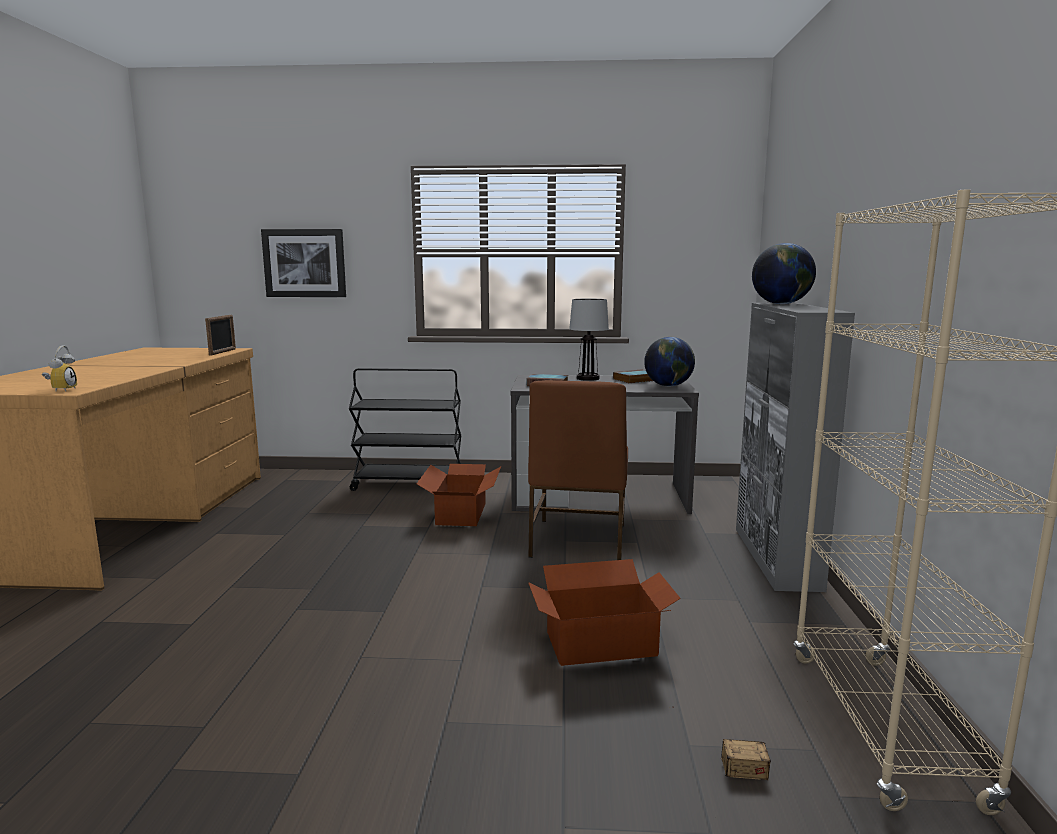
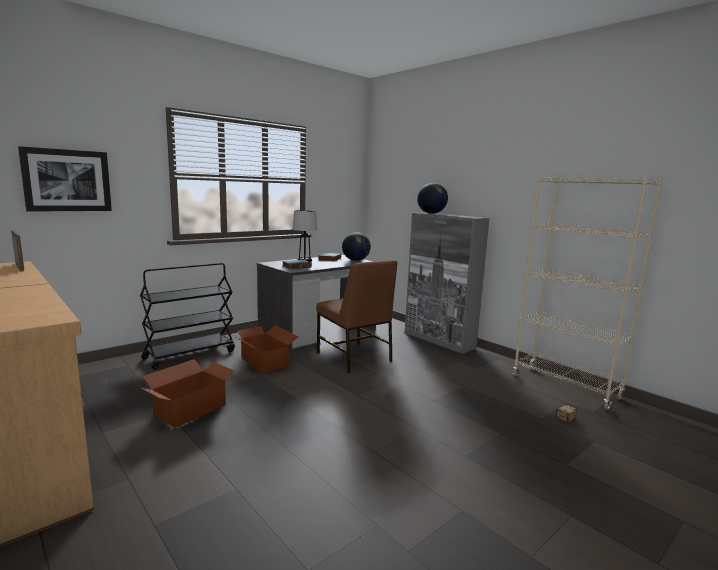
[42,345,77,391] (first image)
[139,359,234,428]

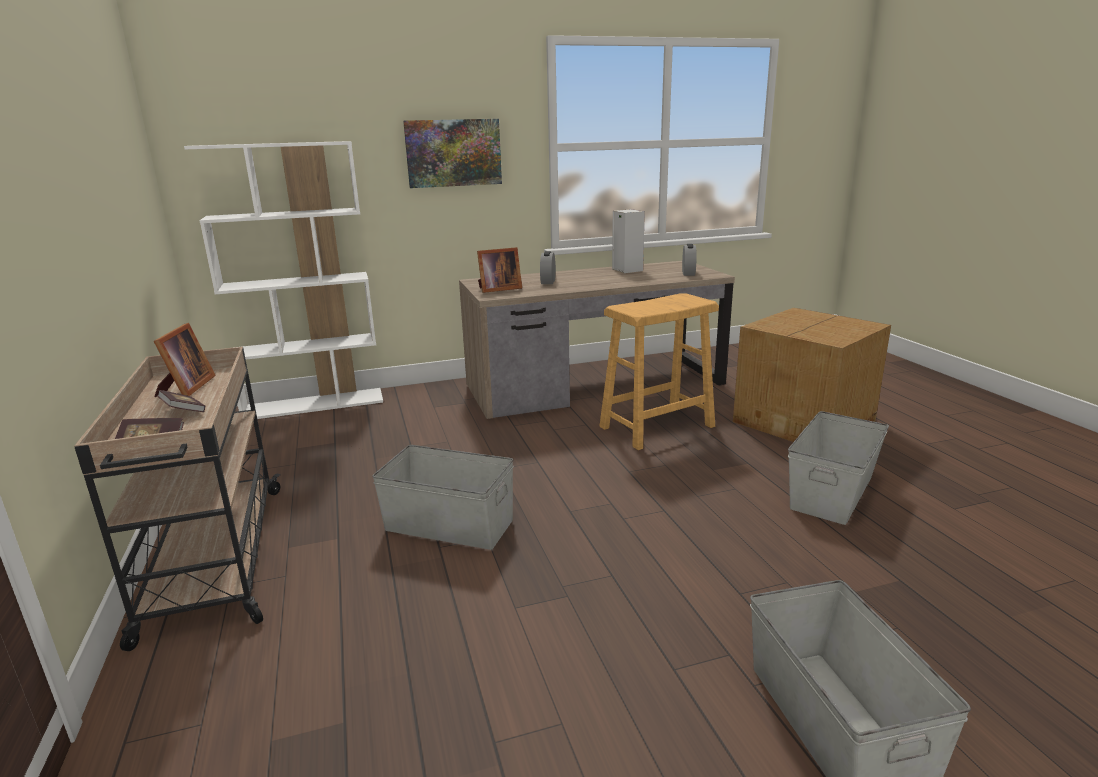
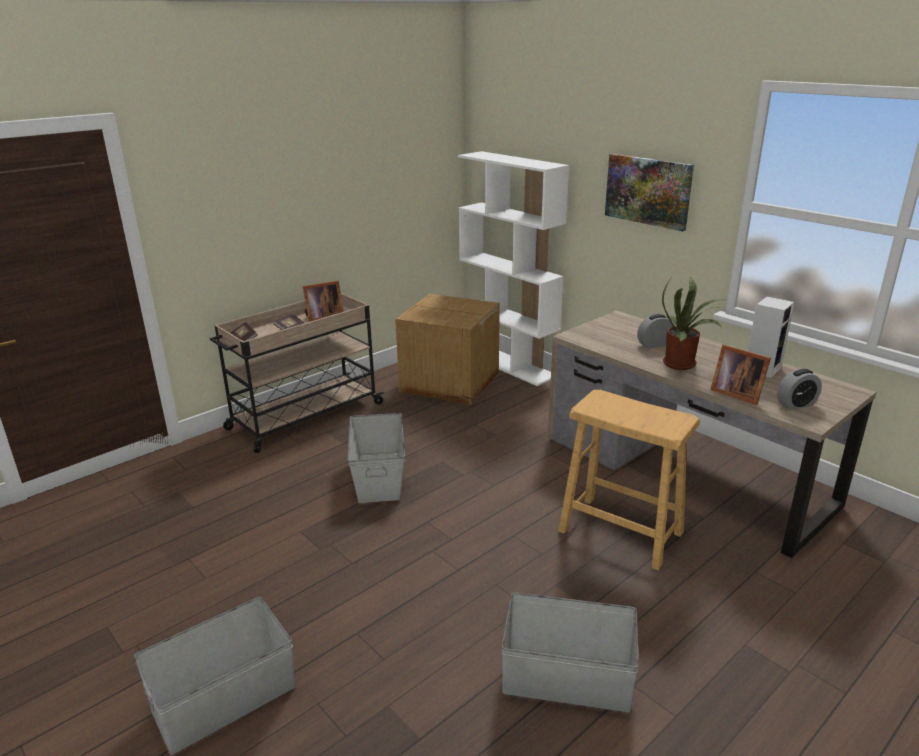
[710,345,771,405]
[395,294,500,405]
[662,276,723,370]

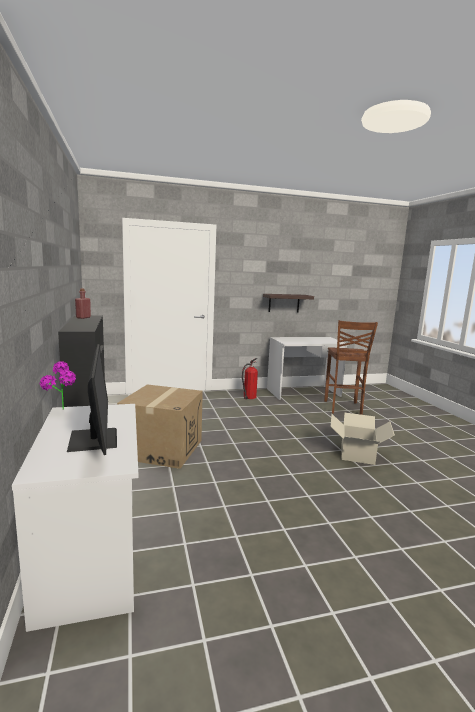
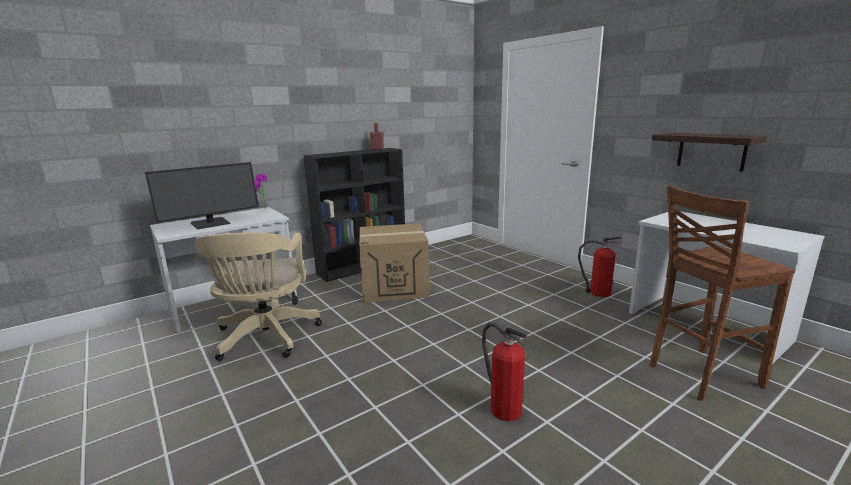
[482,322,527,421]
[195,233,322,361]

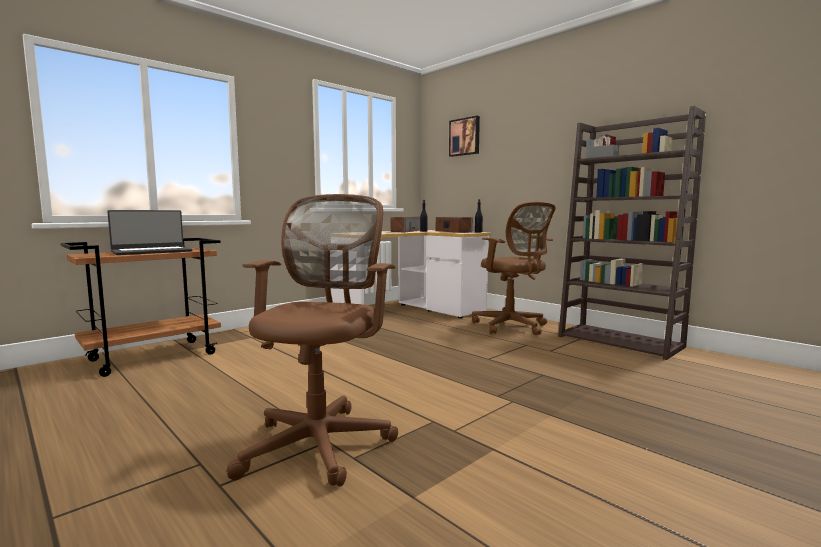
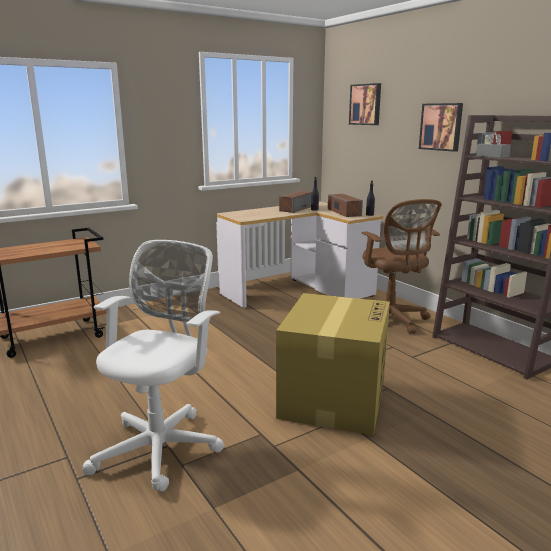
[82,240,224,491]
[107,210,192,255] (first image)
[419,103,463,152]
[276,293,390,435]

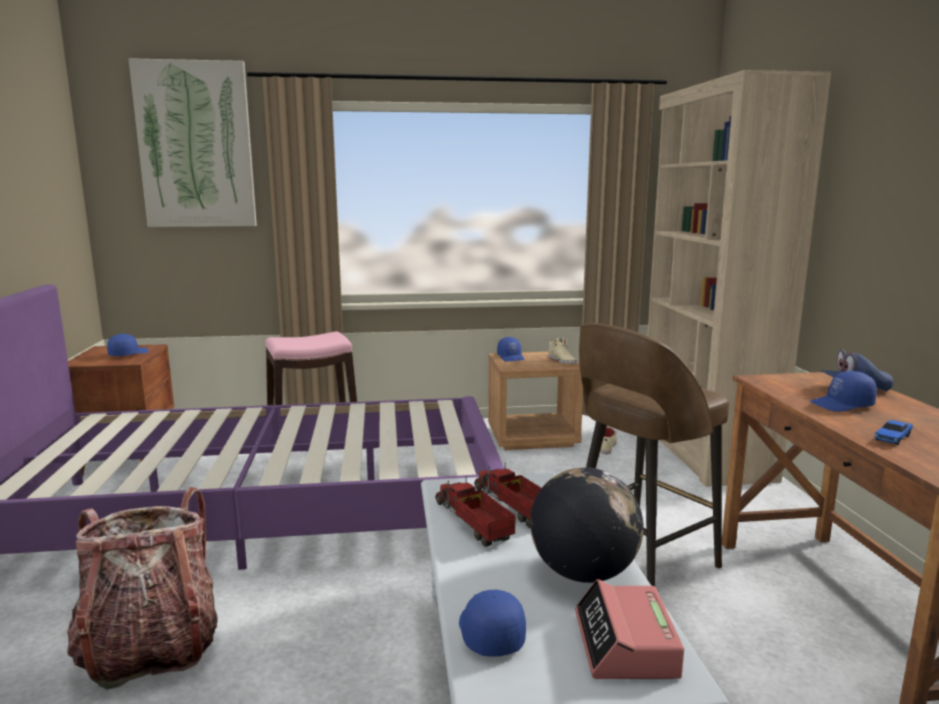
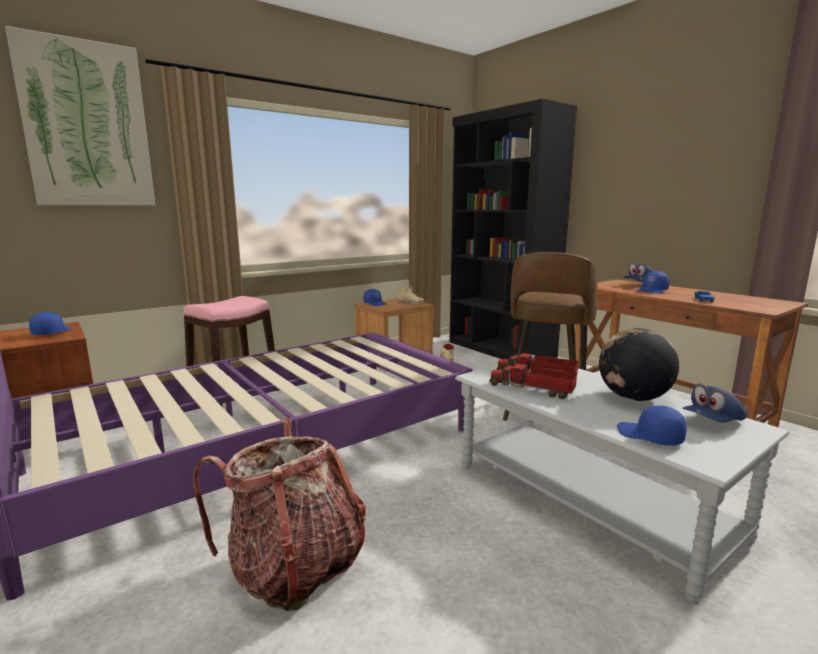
[450,99,577,359]
[682,383,747,422]

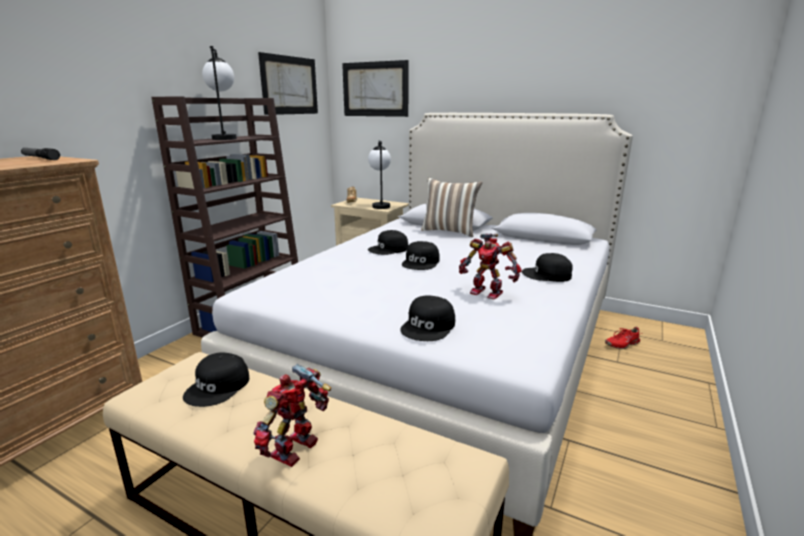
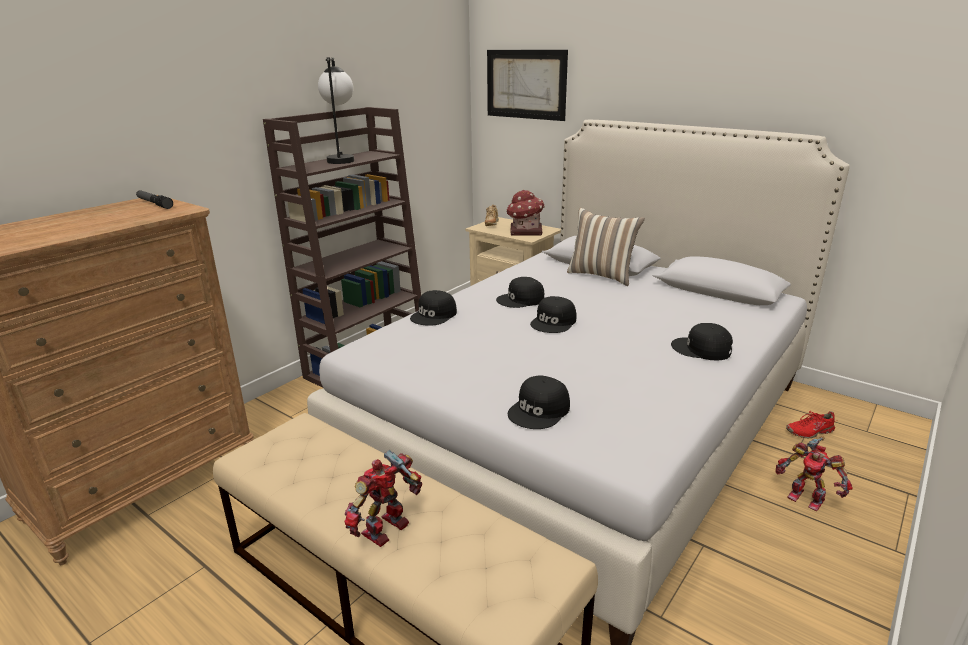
[258,52,318,115] (first image)
[506,190,545,236]
[775,436,853,511]
[410,290,457,326]

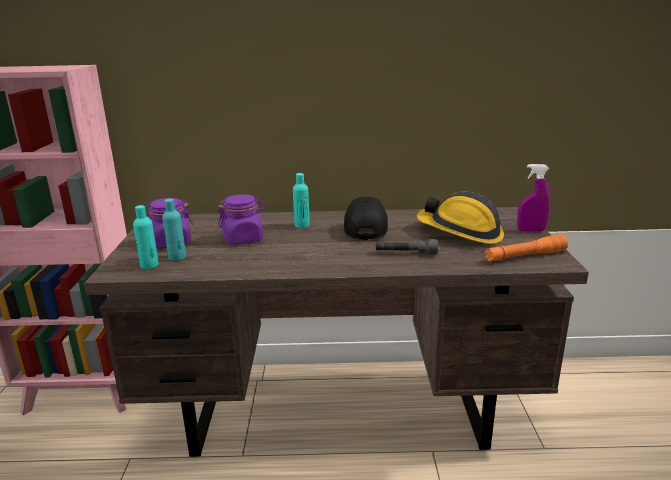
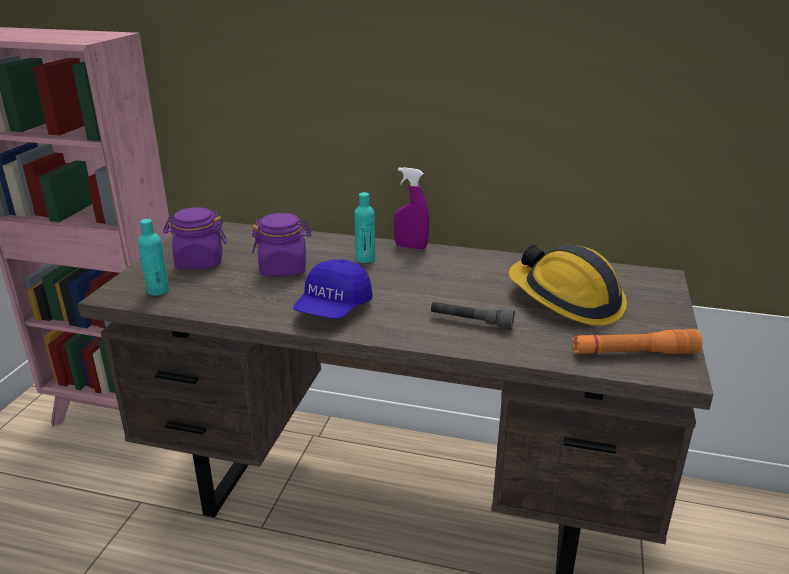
[394,167,429,250]
[344,197,388,240] (first image)
[162,199,186,261] (first image)
[293,259,373,319]

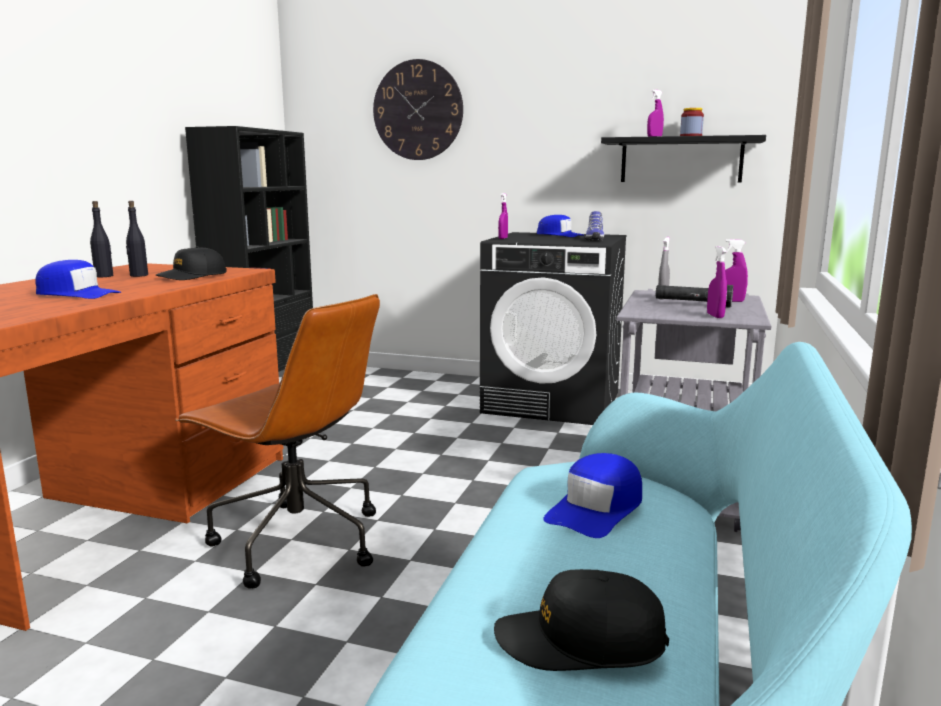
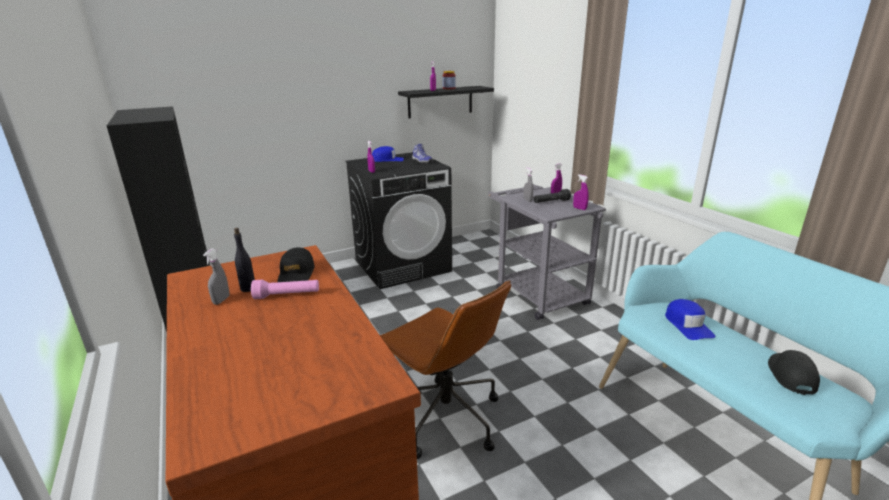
[373,59,463,160] (first image)
[203,249,229,305]
[35,260,121,299] (first image)
[380,280,511,459]
[768,350,820,395]
[251,280,319,299]

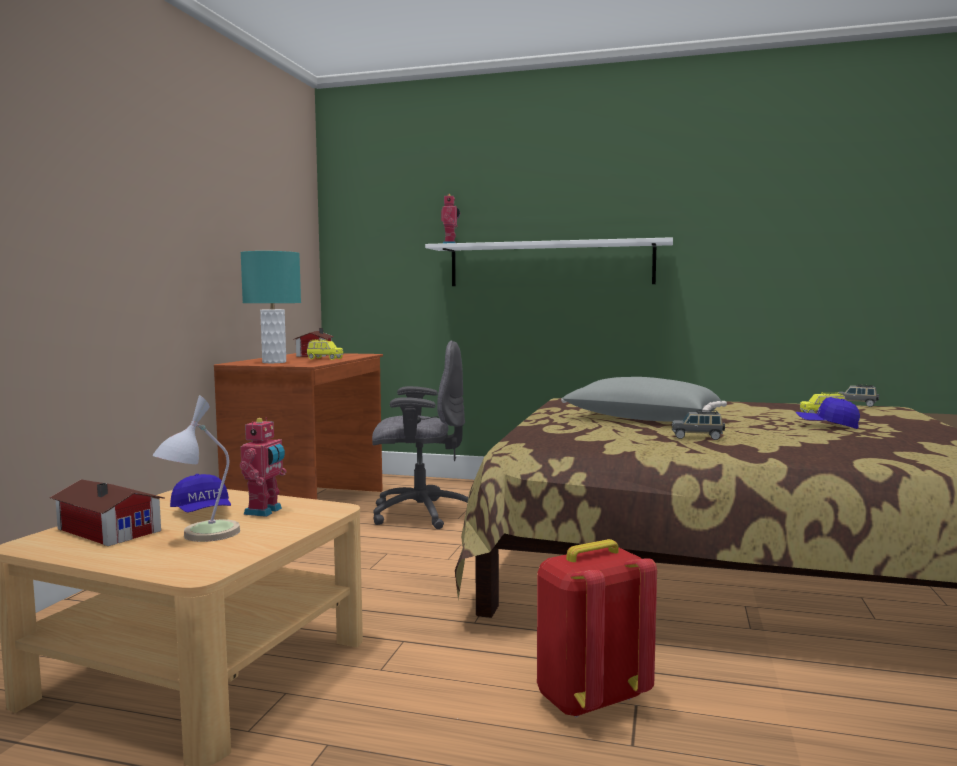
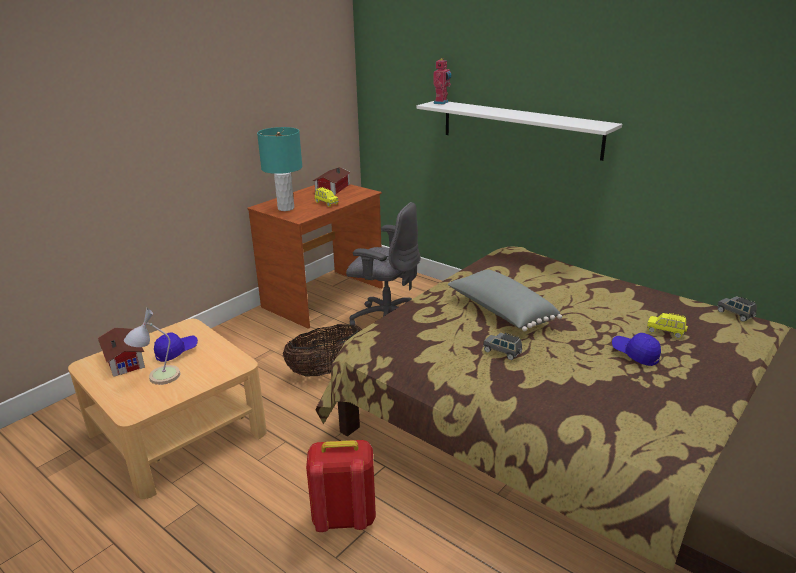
[240,417,287,517] (first image)
[154,333,198,362]
[283,324,362,376]

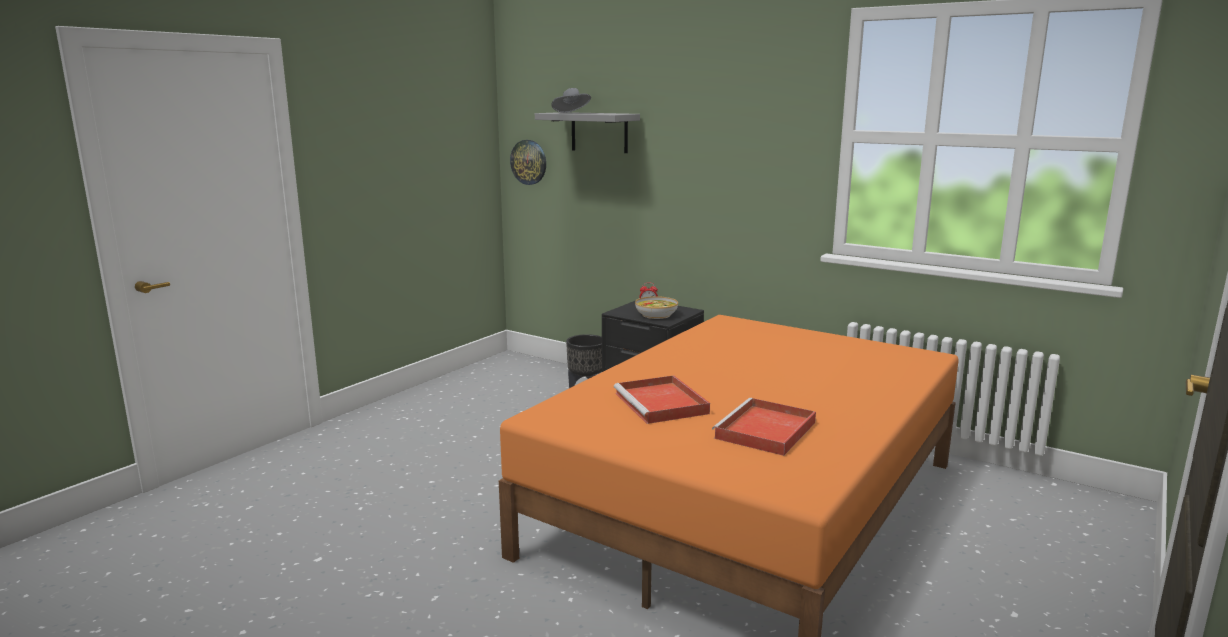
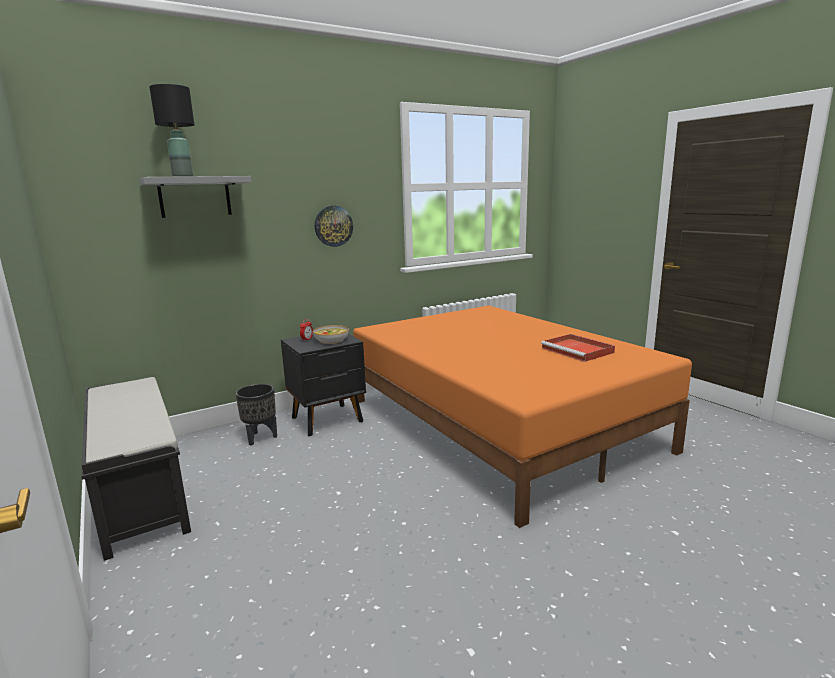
[149,84,194,177]
[315,206,353,247]
[614,375,710,424] (first image)
[81,377,191,561]

